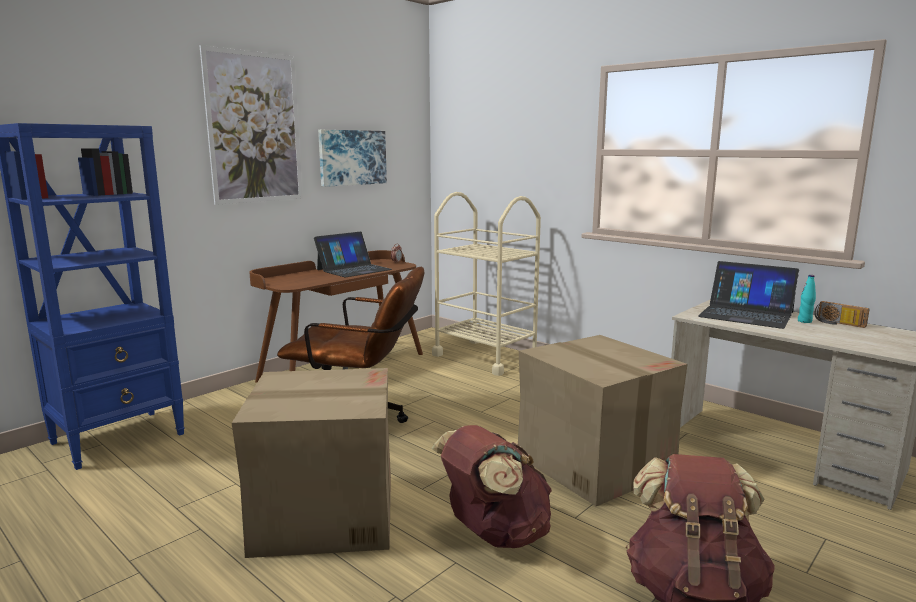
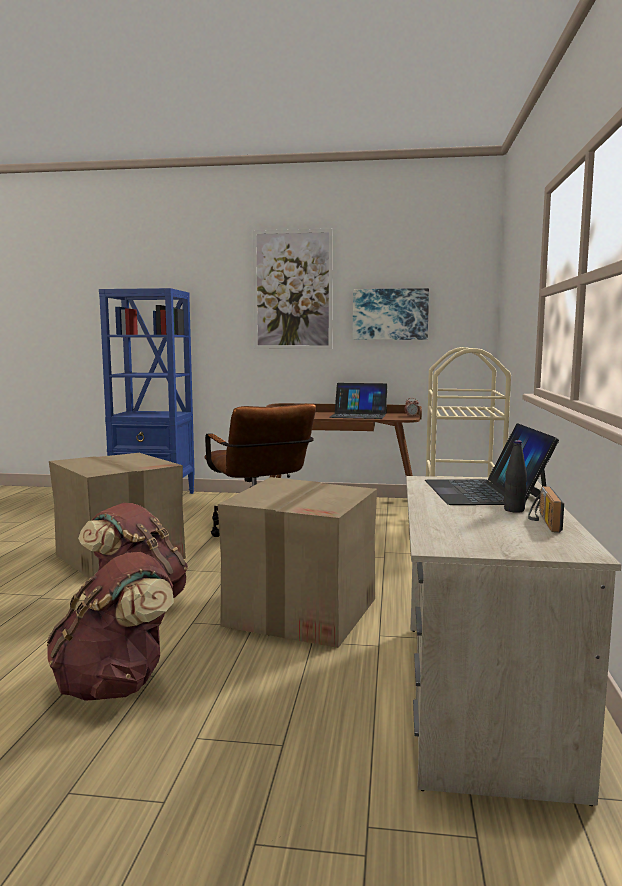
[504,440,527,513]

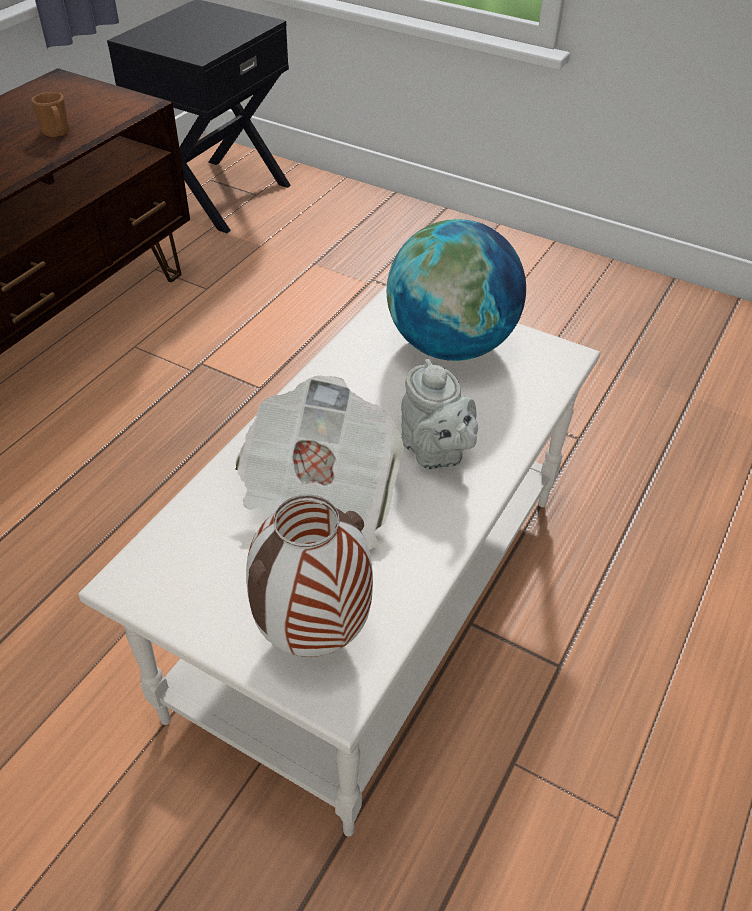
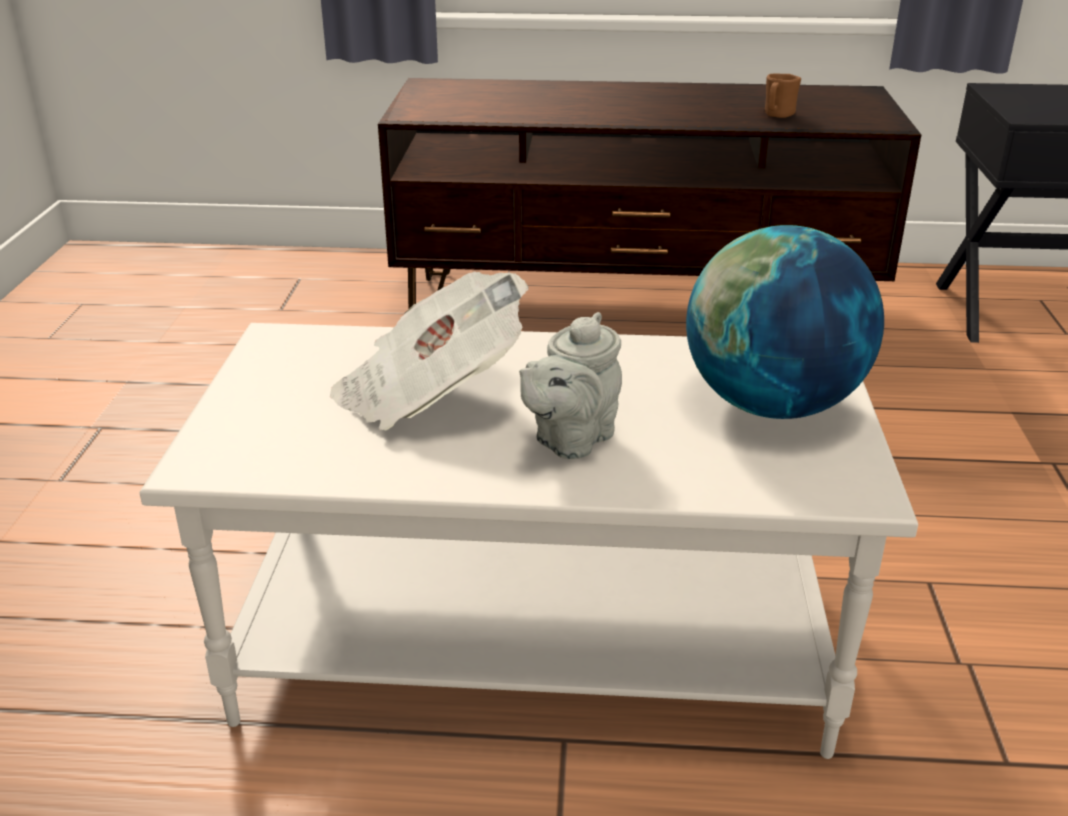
[246,494,373,657] (first image)

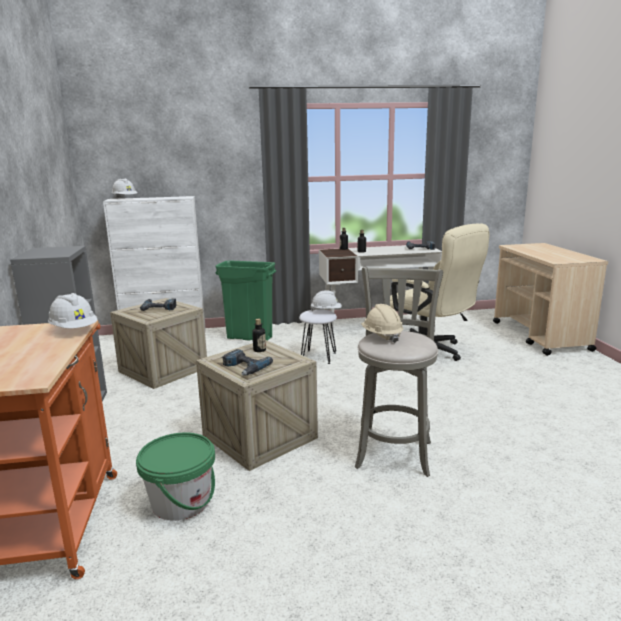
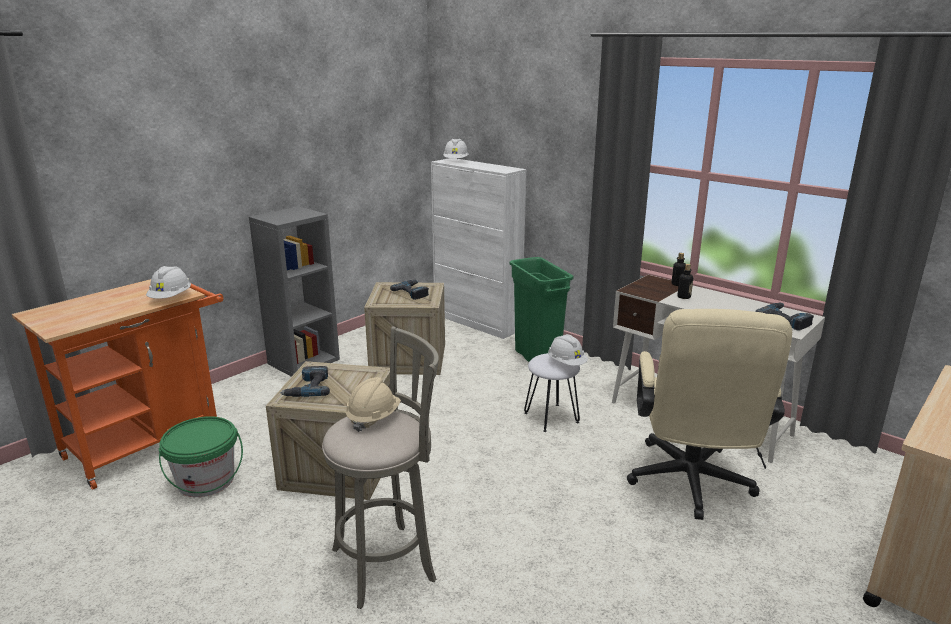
[252,319,266,352] (first image)

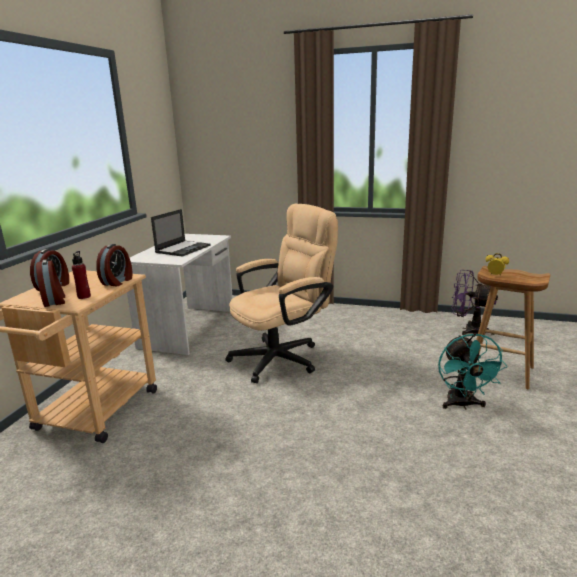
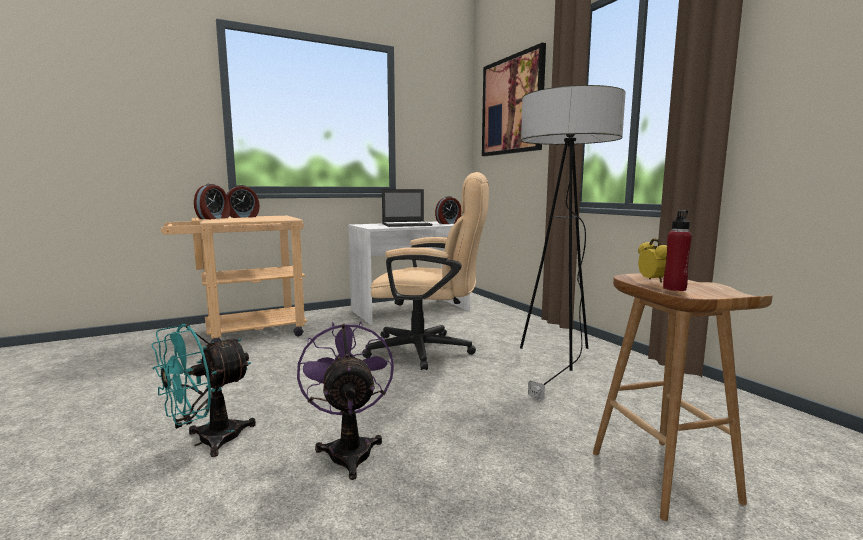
[435,196,461,224]
[663,210,692,291]
[297,321,394,480]
[152,324,256,457]
[482,43,546,156]
[520,85,626,401]

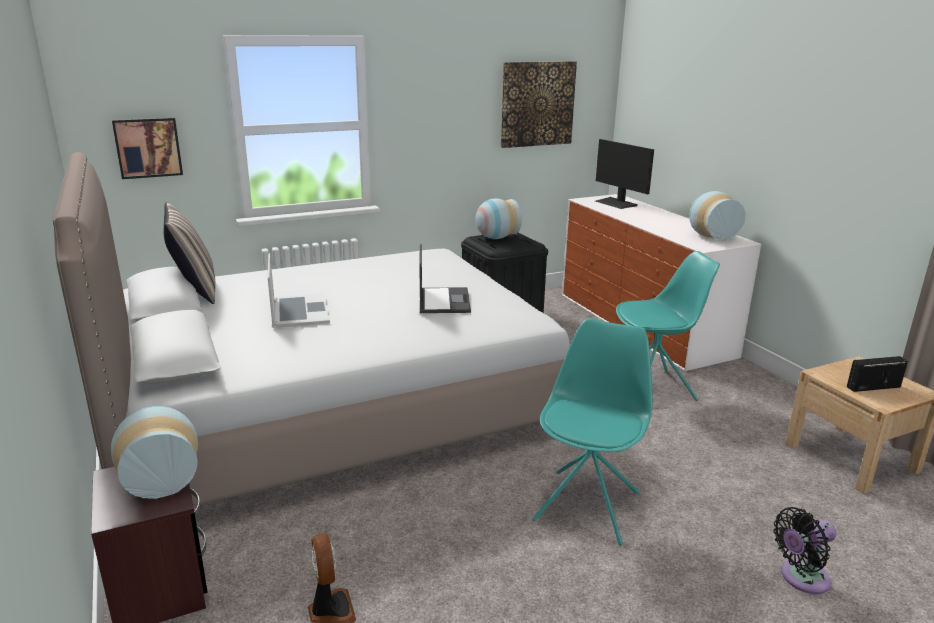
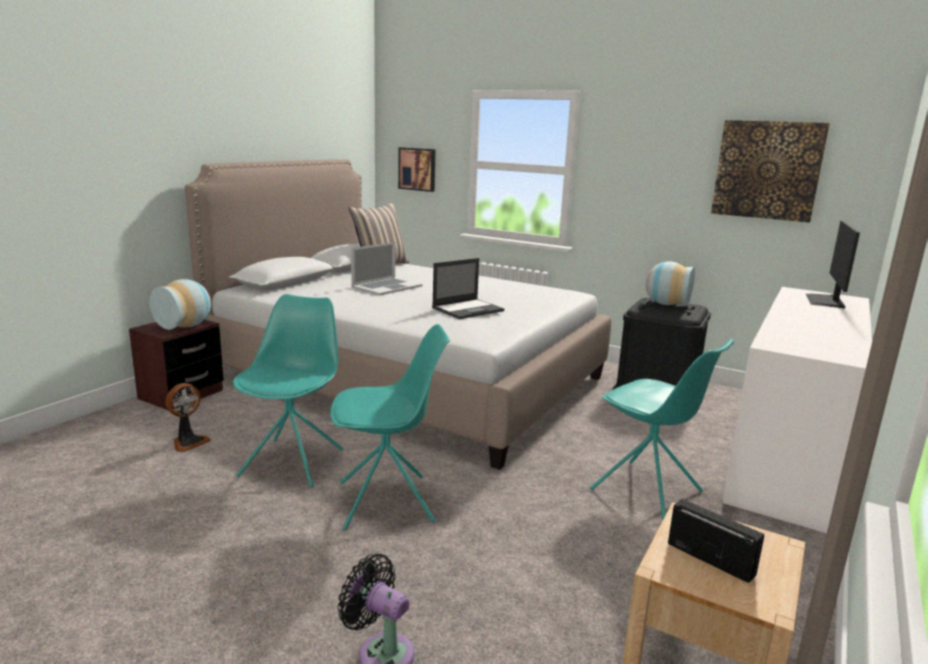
[689,191,746,240] (first image)
[233,294,343,487]

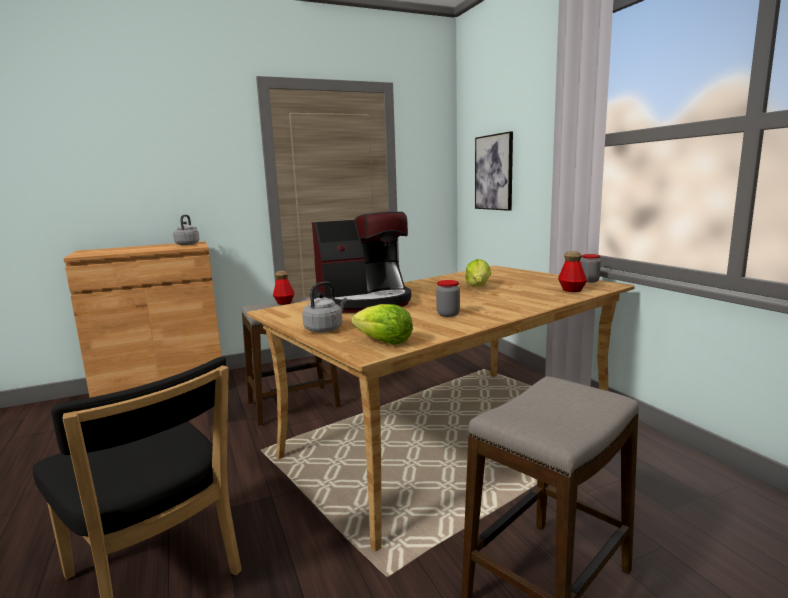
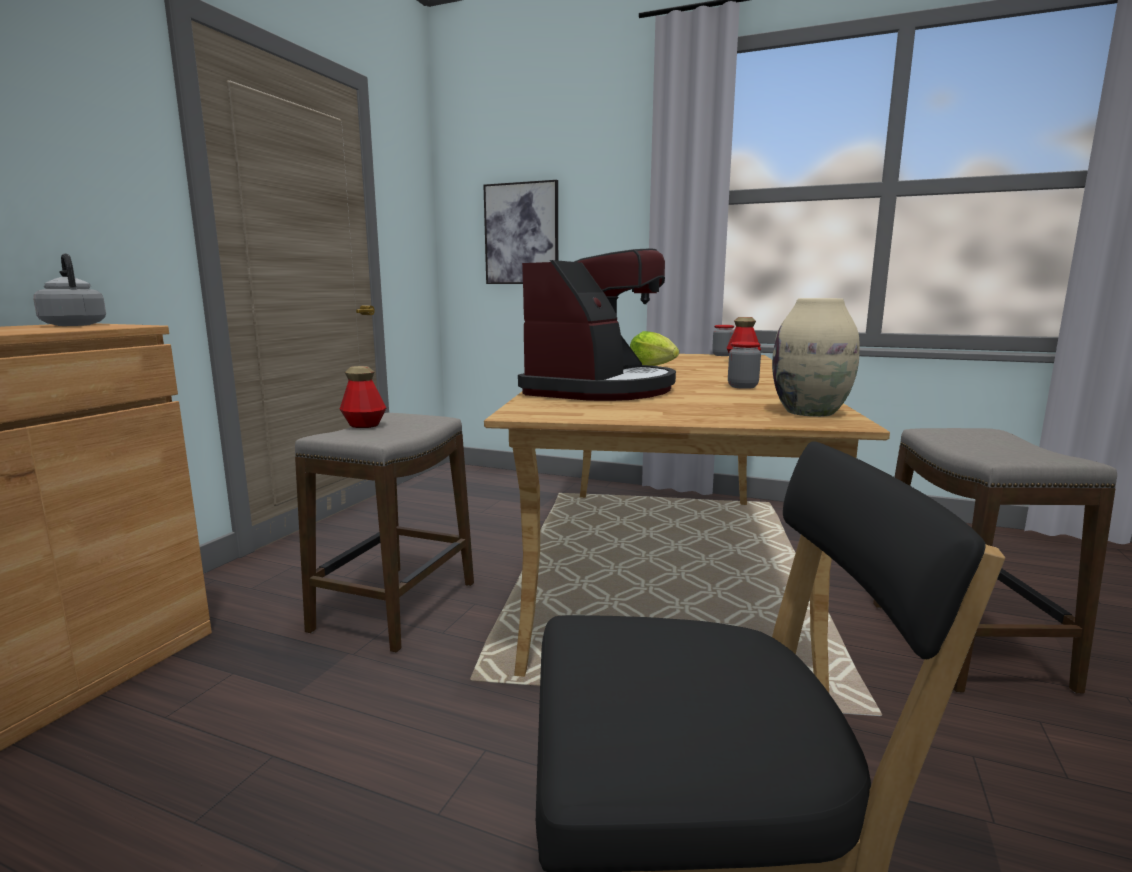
[302,282,347,333] (first image)
[772,298,859,417]

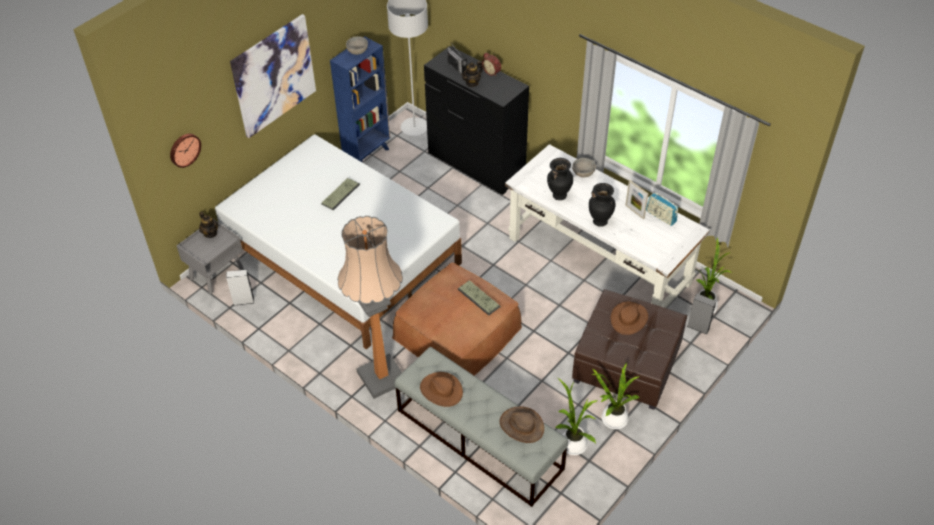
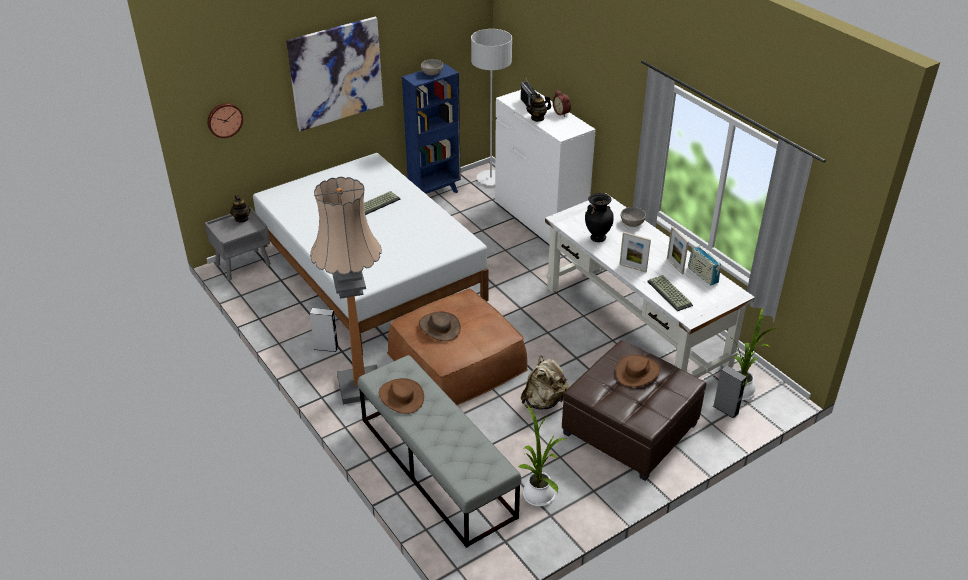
[495,90,596,244]
[619,232,651,272]
[309,308,339,352]
[647,275,693,311]
[592,362,640,429] (first image)
[419,312,461,341]
[521,356,569,410]

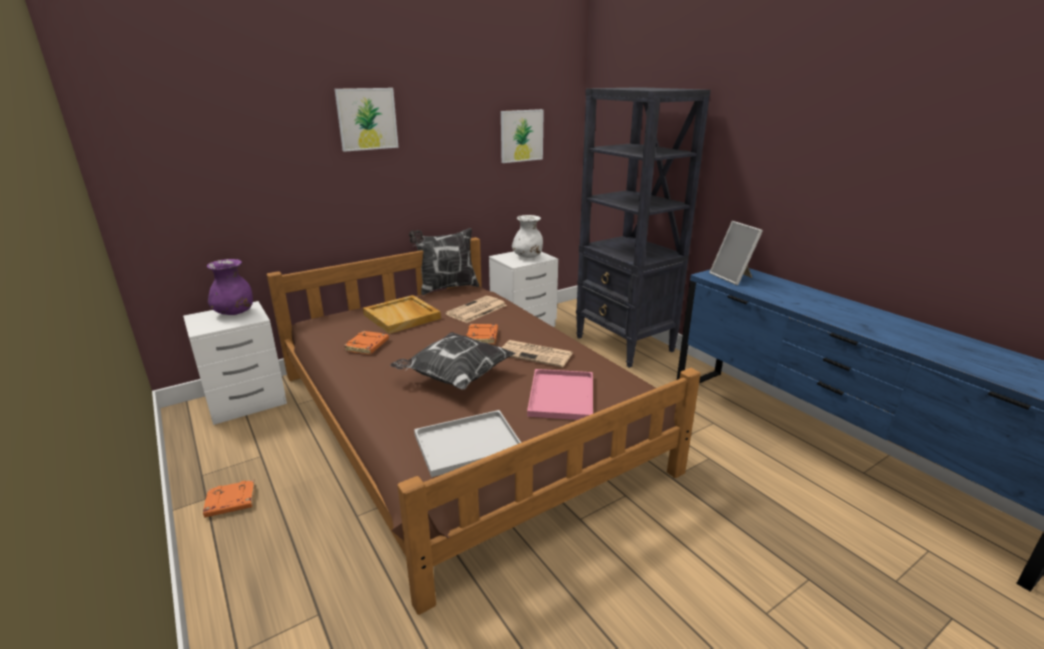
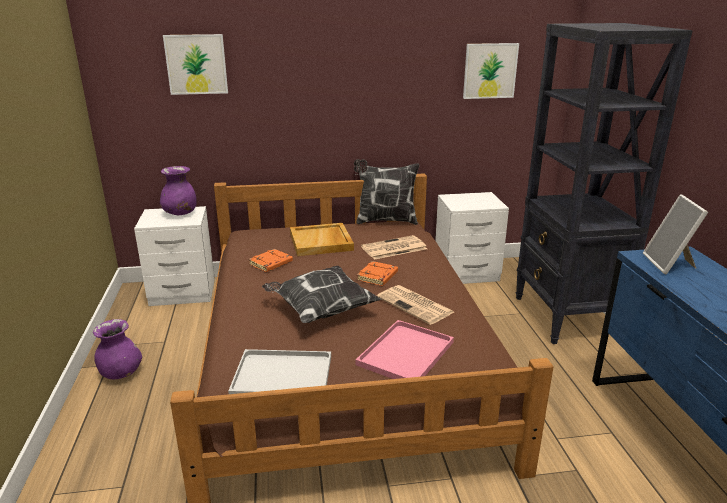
[163,34,228,95]
[512,215,543,258] (first image)
[93,319,142,379]

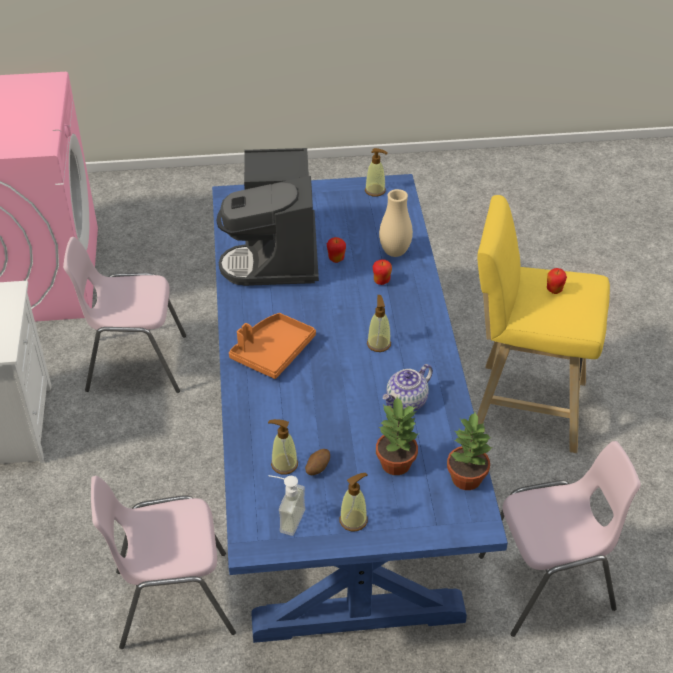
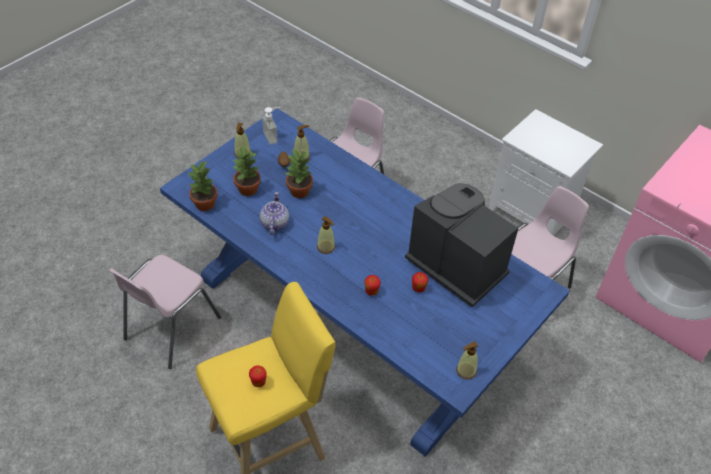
[379,189,413,257] (first image)
[229,313,316,379] (first image)
[284,148,313,198]

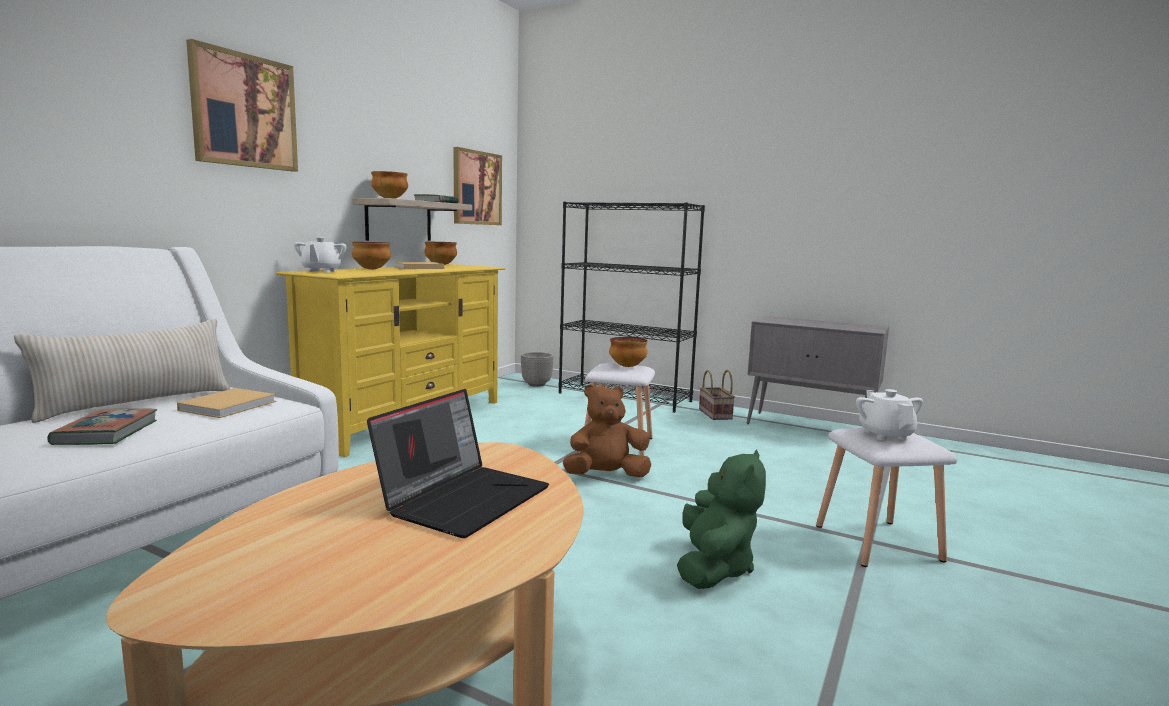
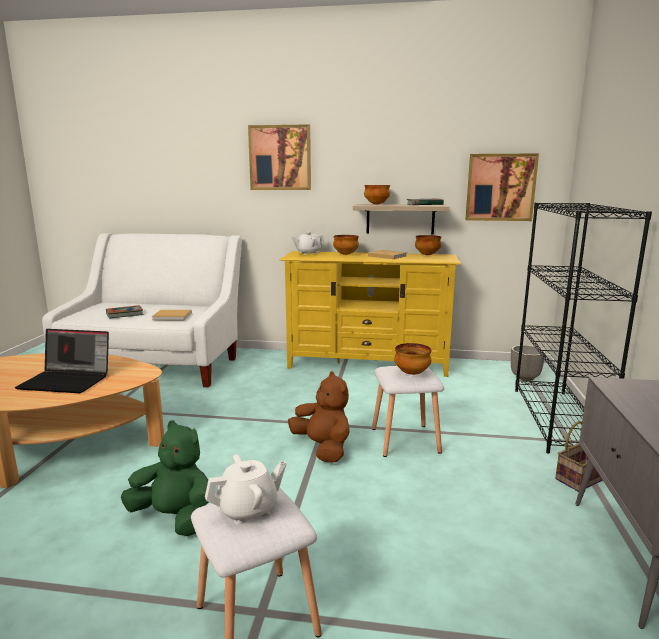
[14,319,230,423] (first image)
[121,420,209,536]

